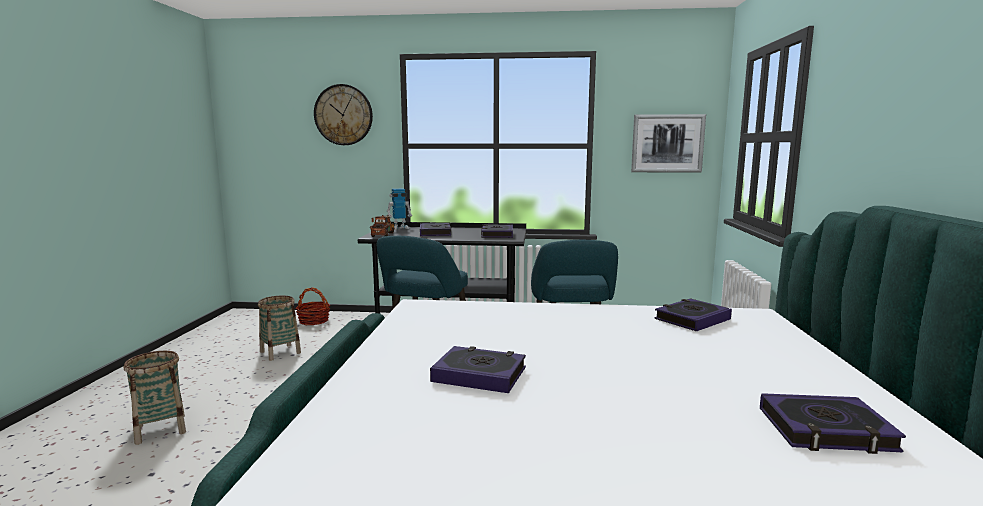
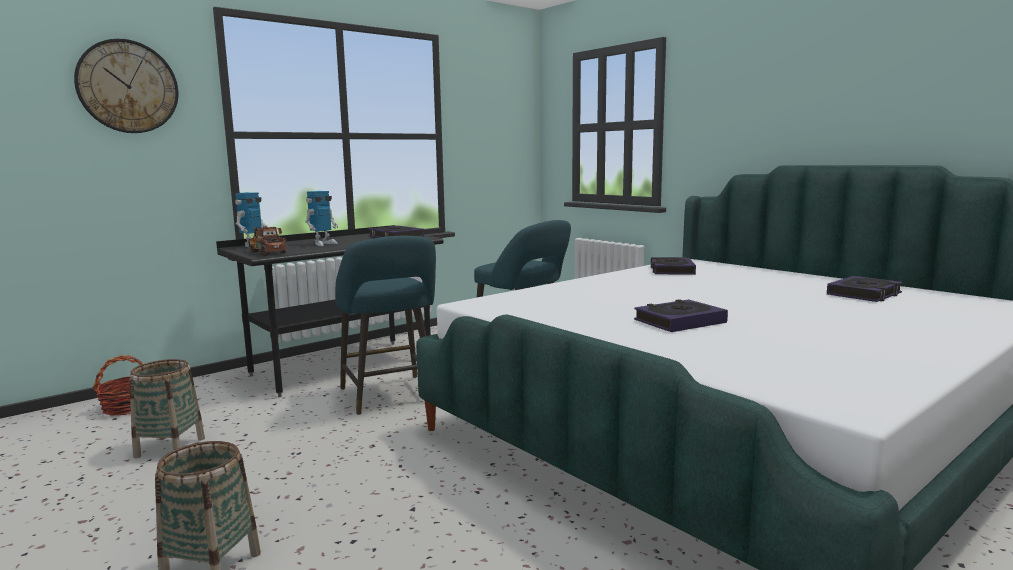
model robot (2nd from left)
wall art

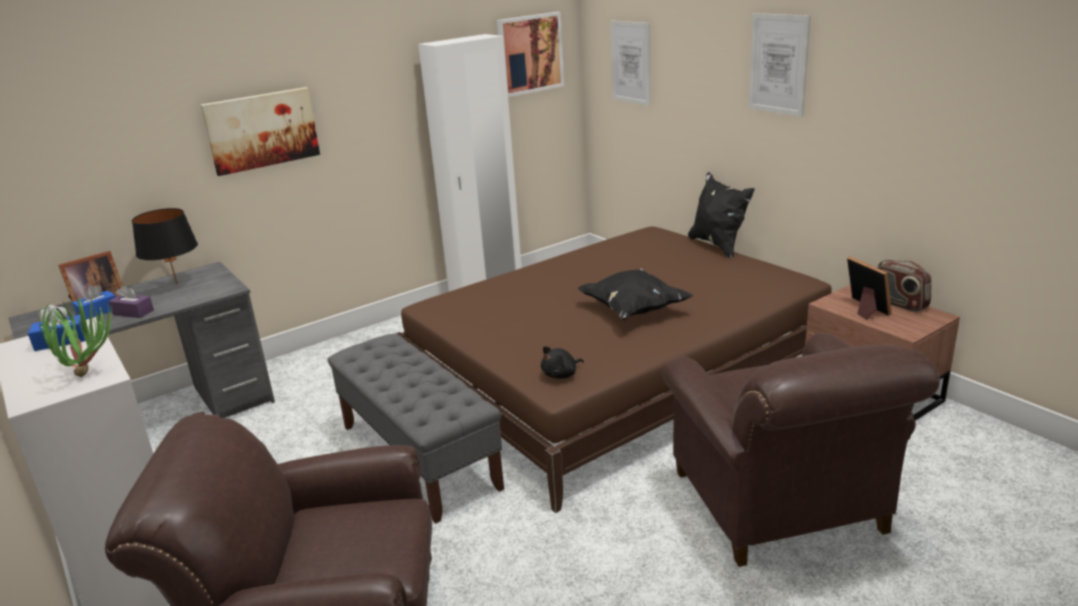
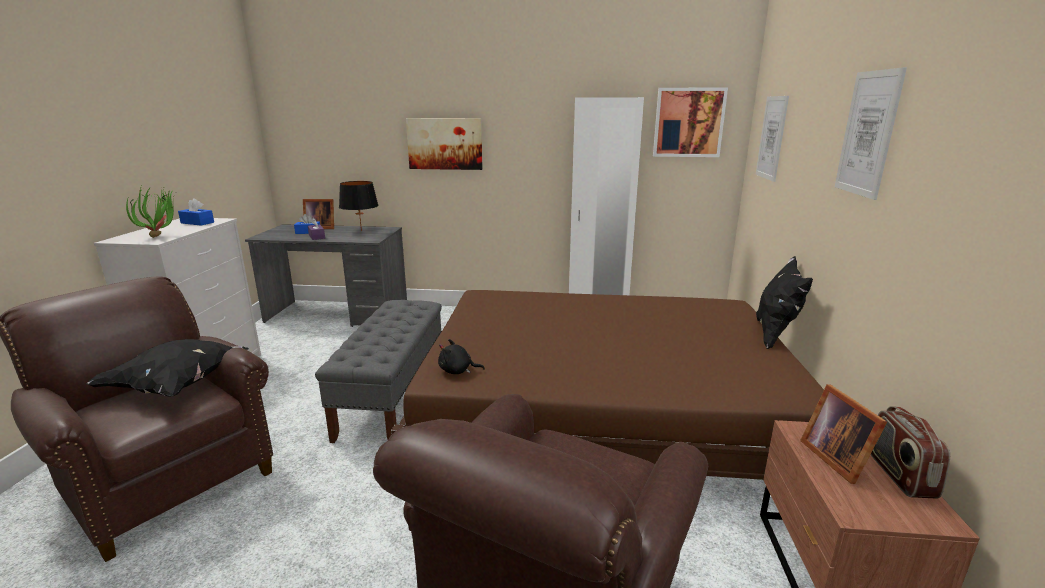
blackish cushion (1st from left)
picture frame (2nd from left)

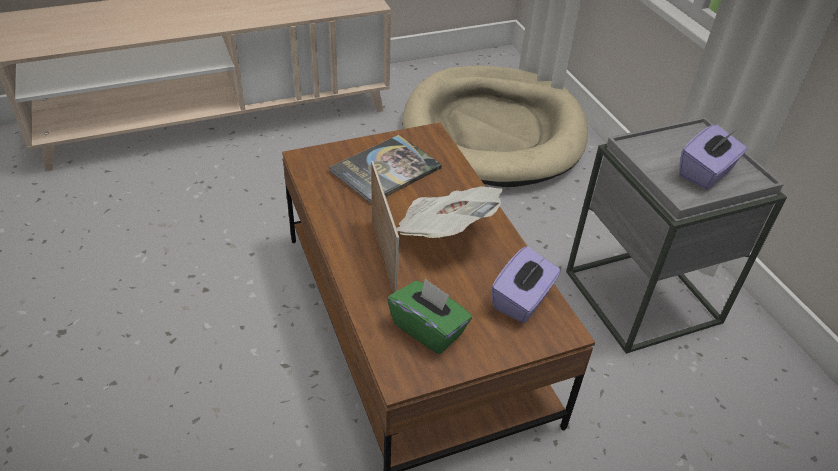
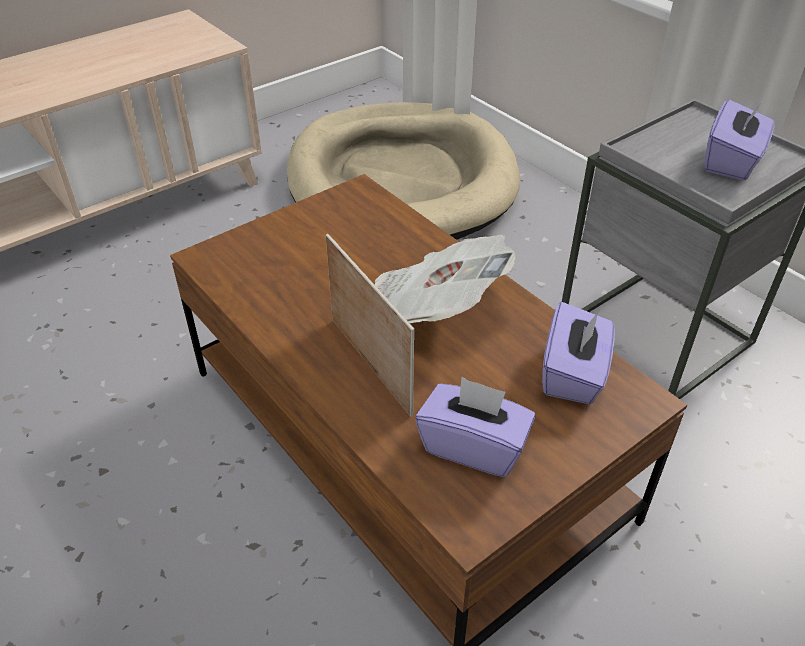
purple tissue holder (1st from left)
bound book

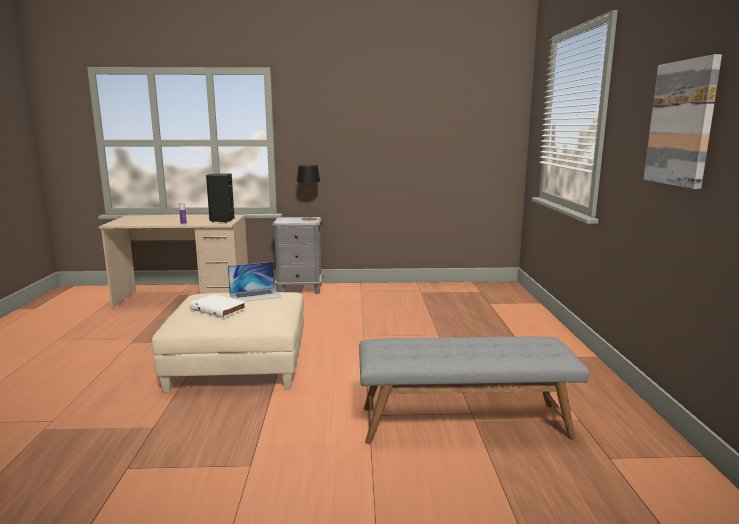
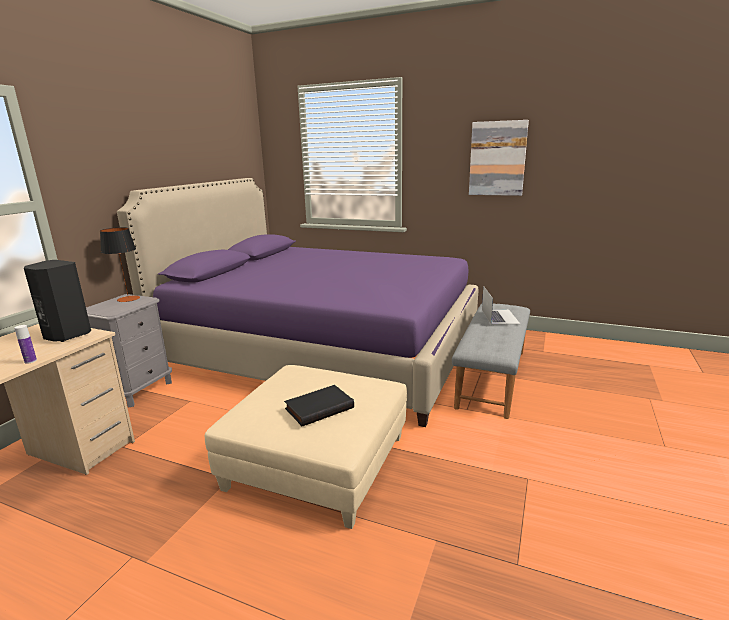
purple bedroom bed
blackish bound book
portable computer

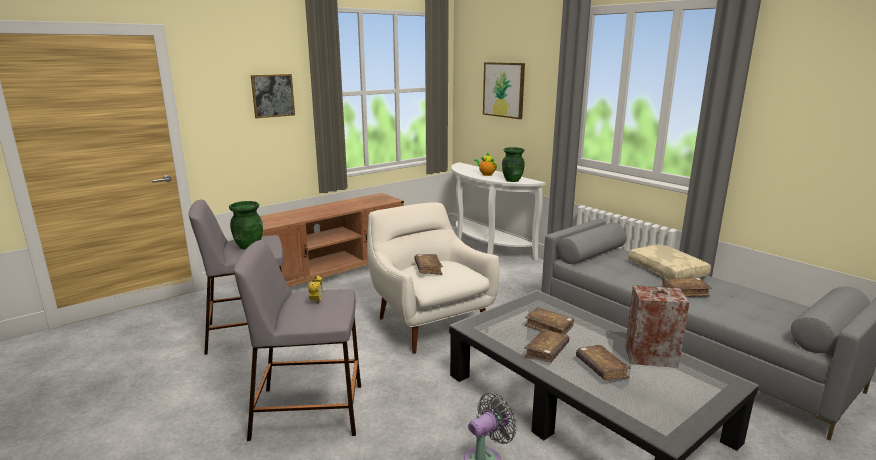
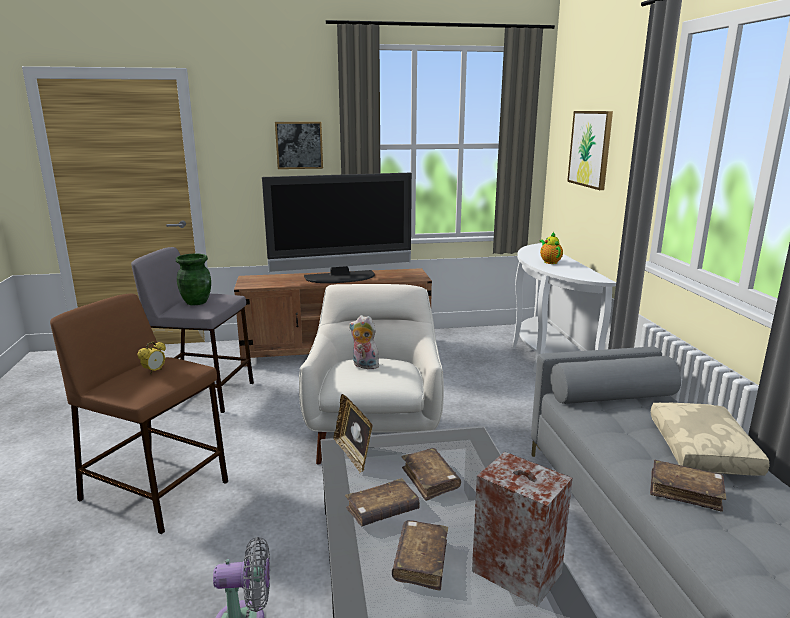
brown-coloured sitting stool
television
picture frame
cuddly toy
green vase (2nd from left in the first image)

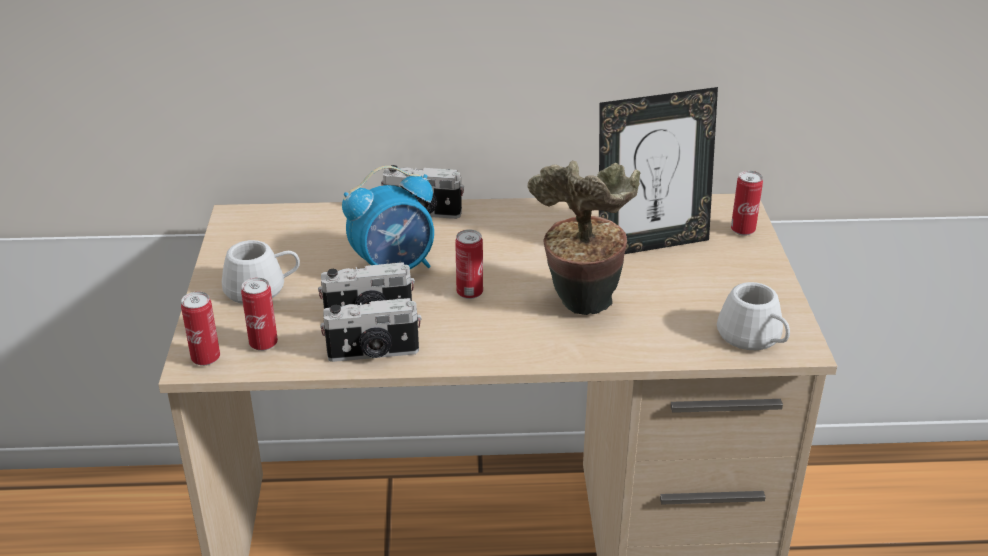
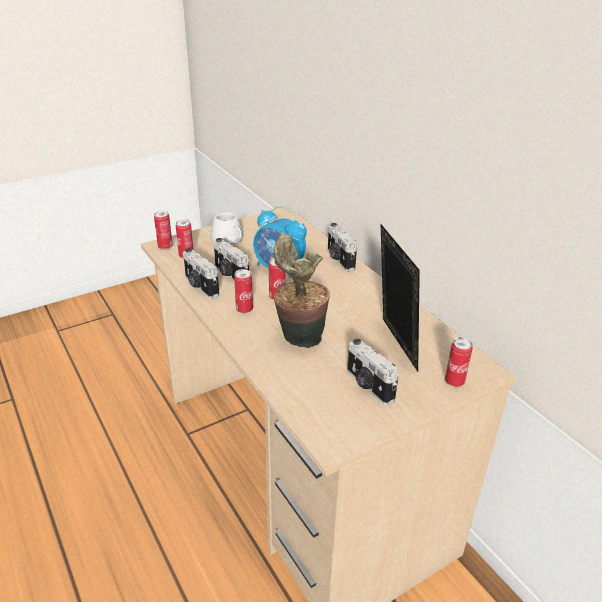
metal can (3rd from left)
still camera (4th from left)
picture frame
white-coloured coffee mug (2nd from left in the first image)

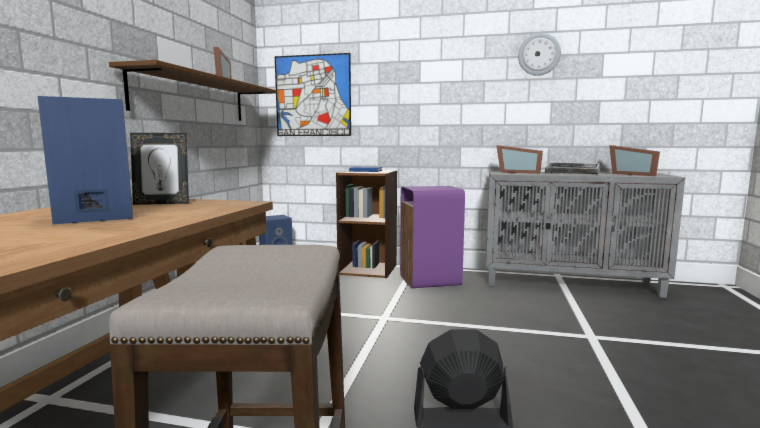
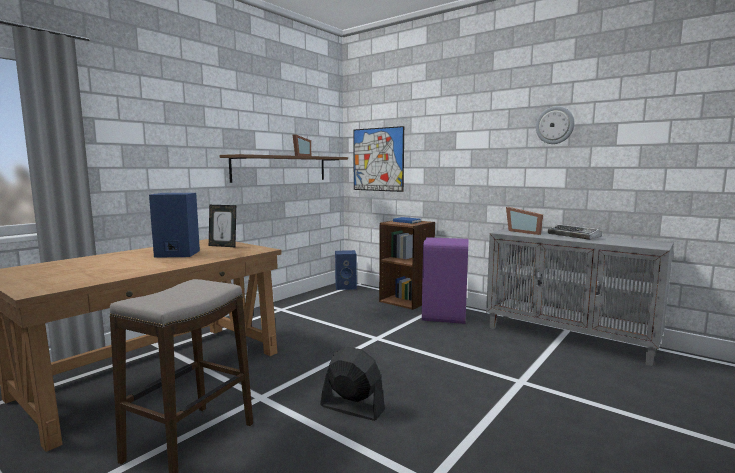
picture frame (4th from left in the first image)

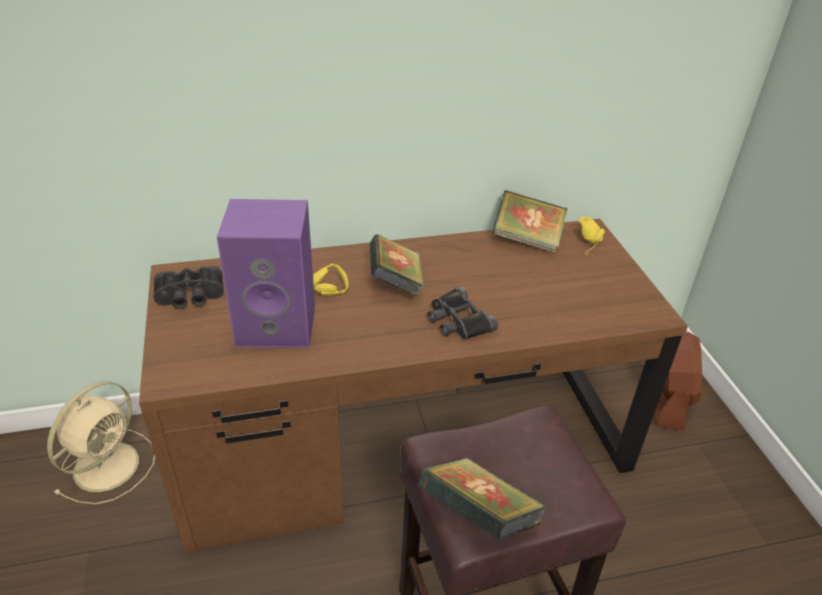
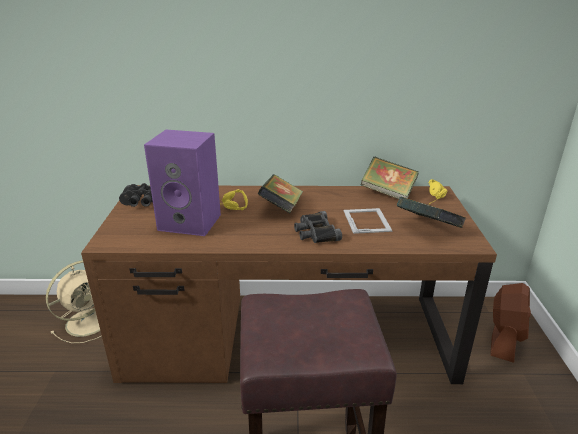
picture frame
bound book (3rd from left)

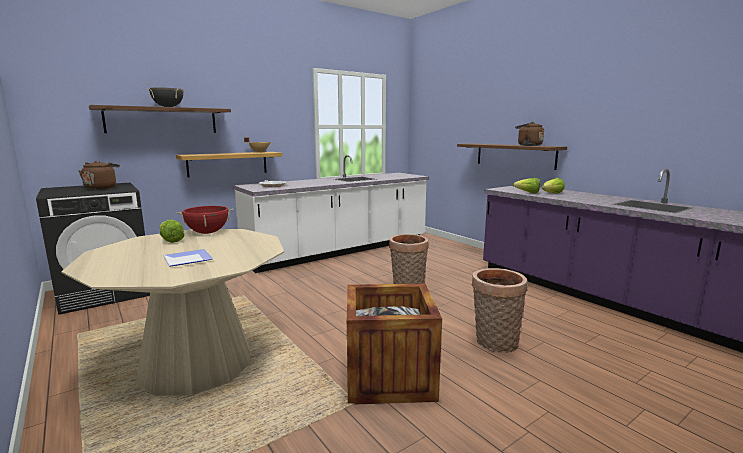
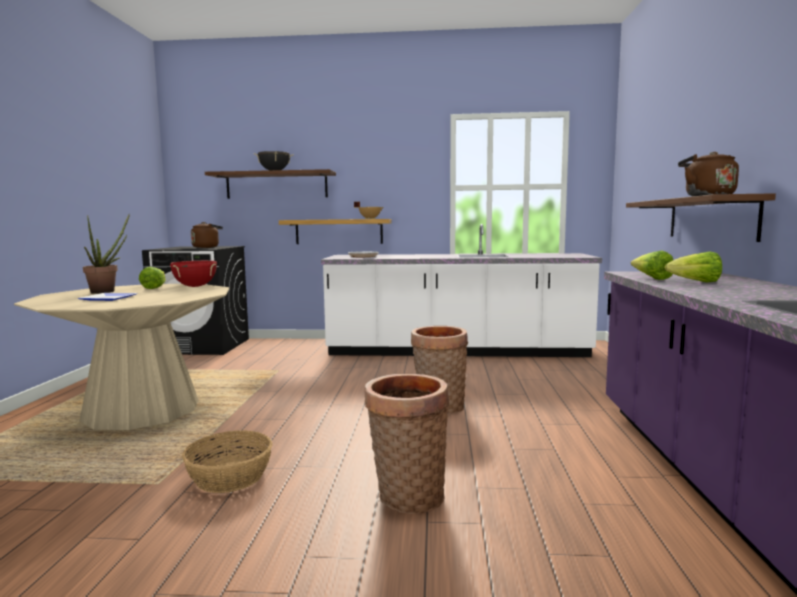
potted plant
basket (1st from left)

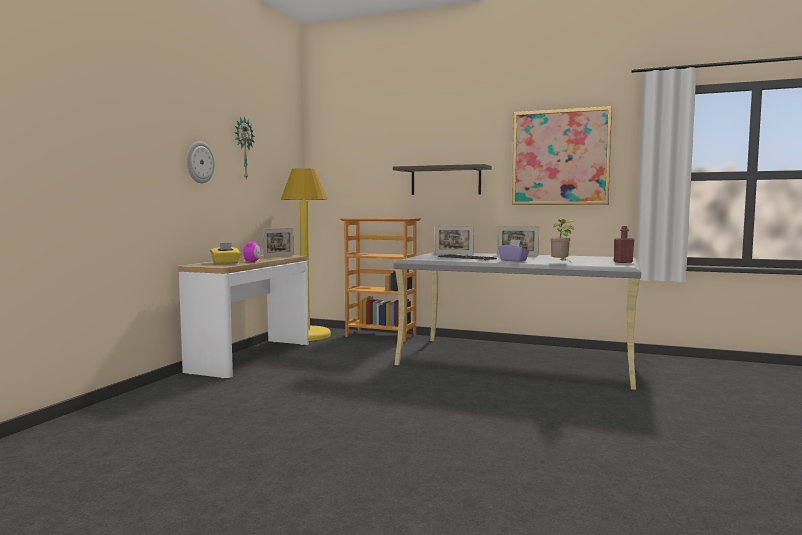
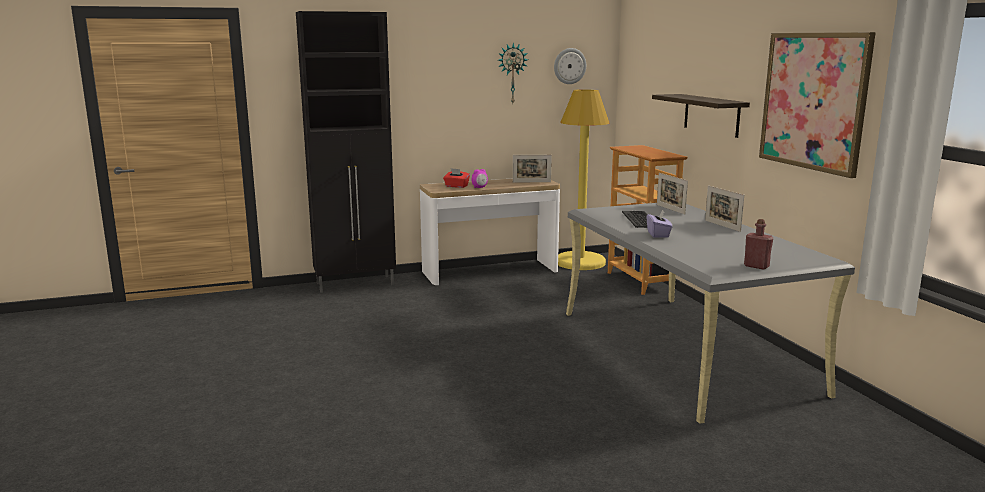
blackish cupboard
reddish tissue holder
wall clock (2nd from left)
potted plant

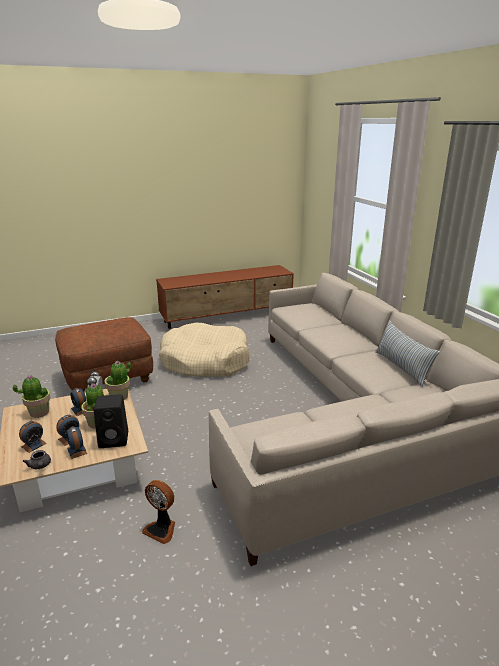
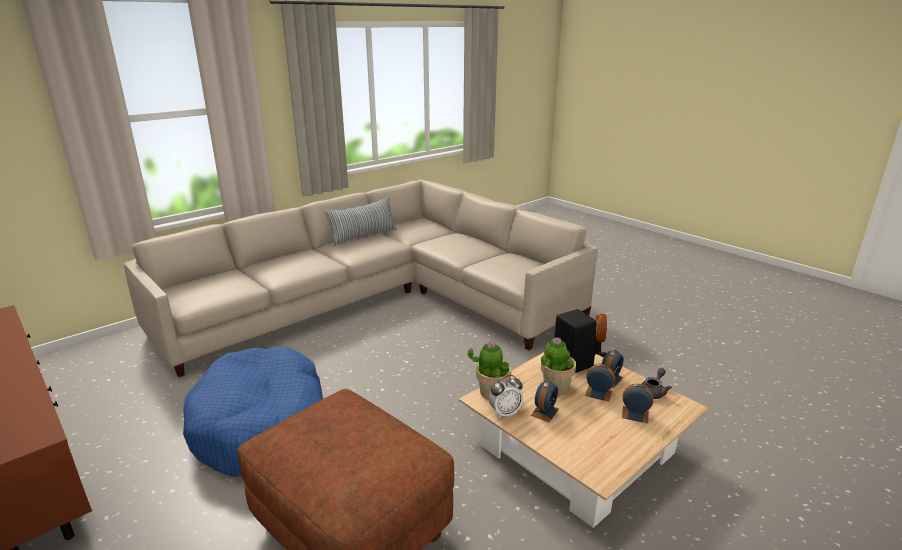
blue-coloured pet bed
potted plant (1st from left in the first image)

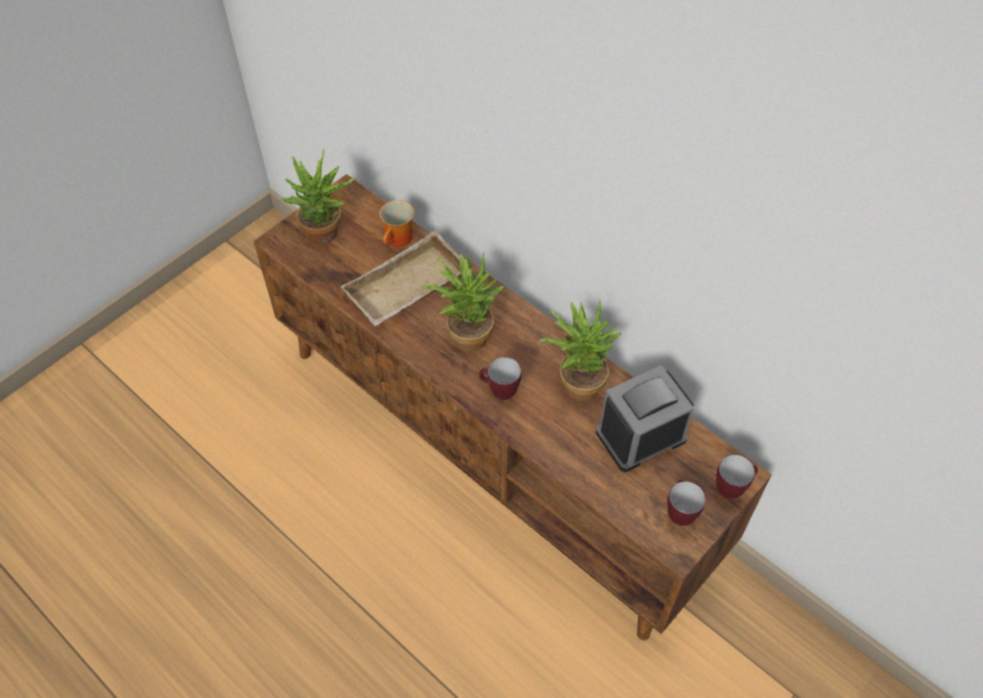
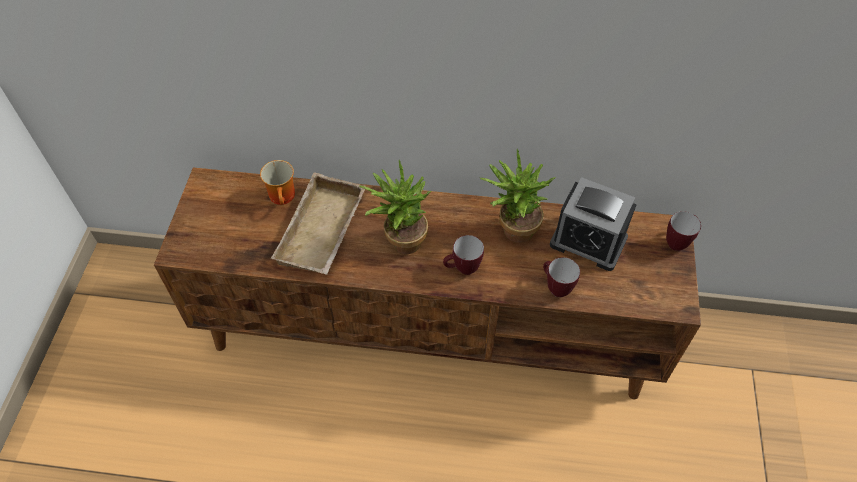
coffee mug (3rd from left)
table clock
potted plant (1st from left in the first image)

